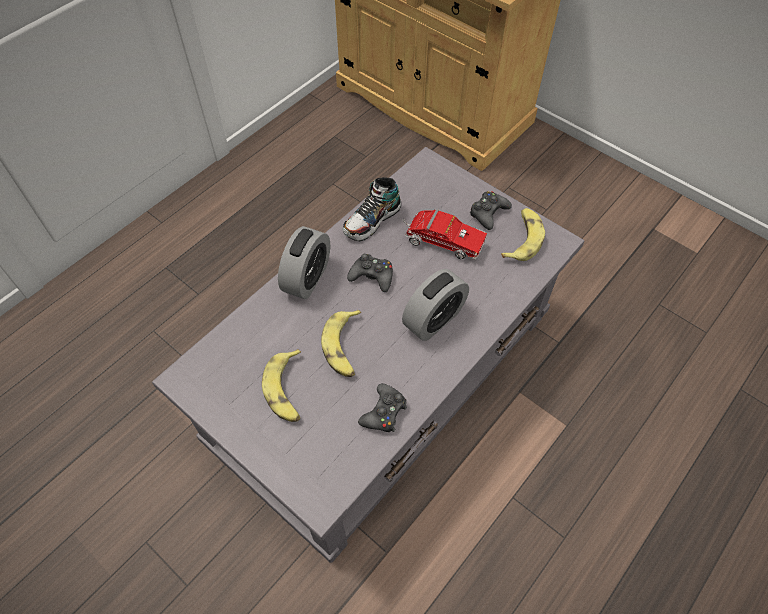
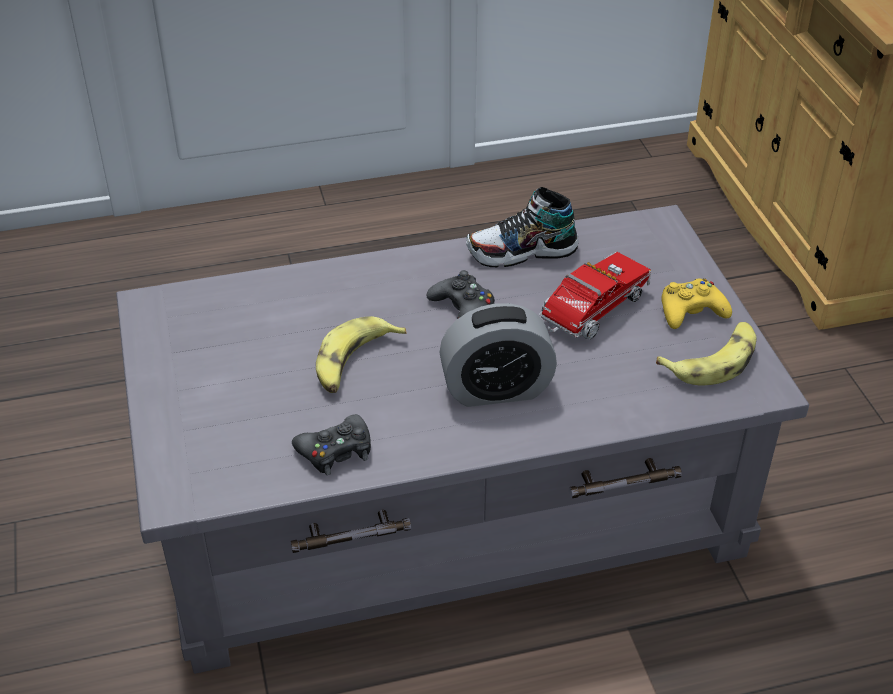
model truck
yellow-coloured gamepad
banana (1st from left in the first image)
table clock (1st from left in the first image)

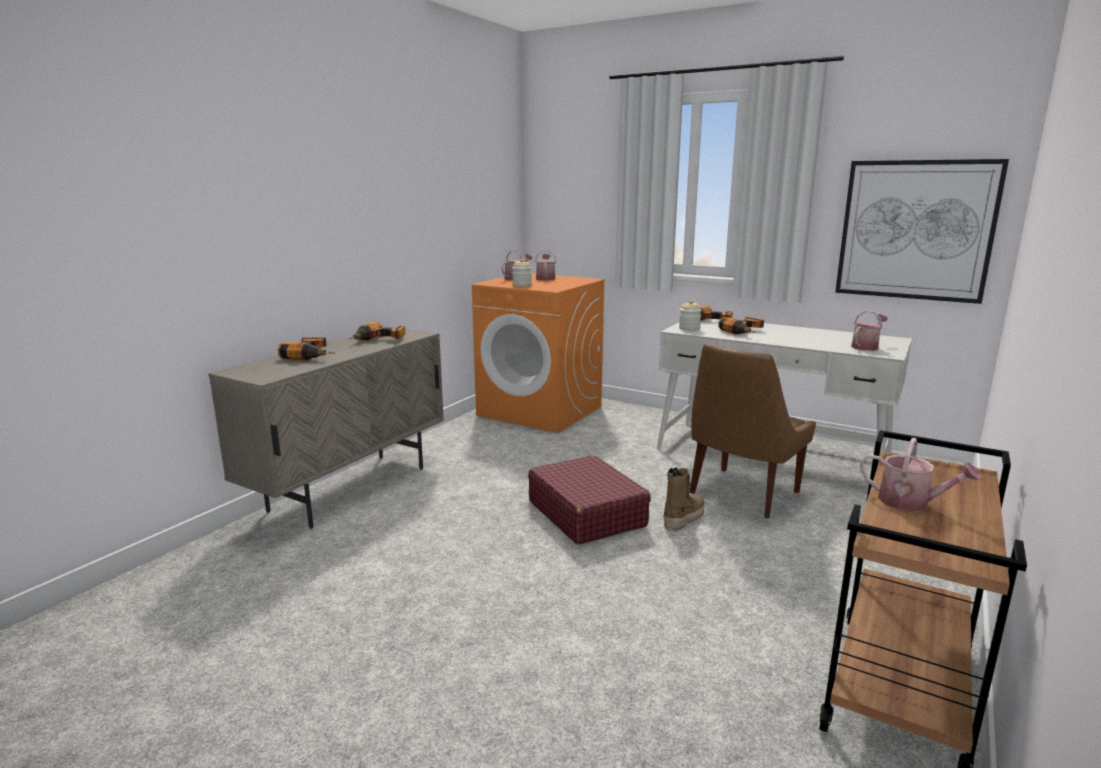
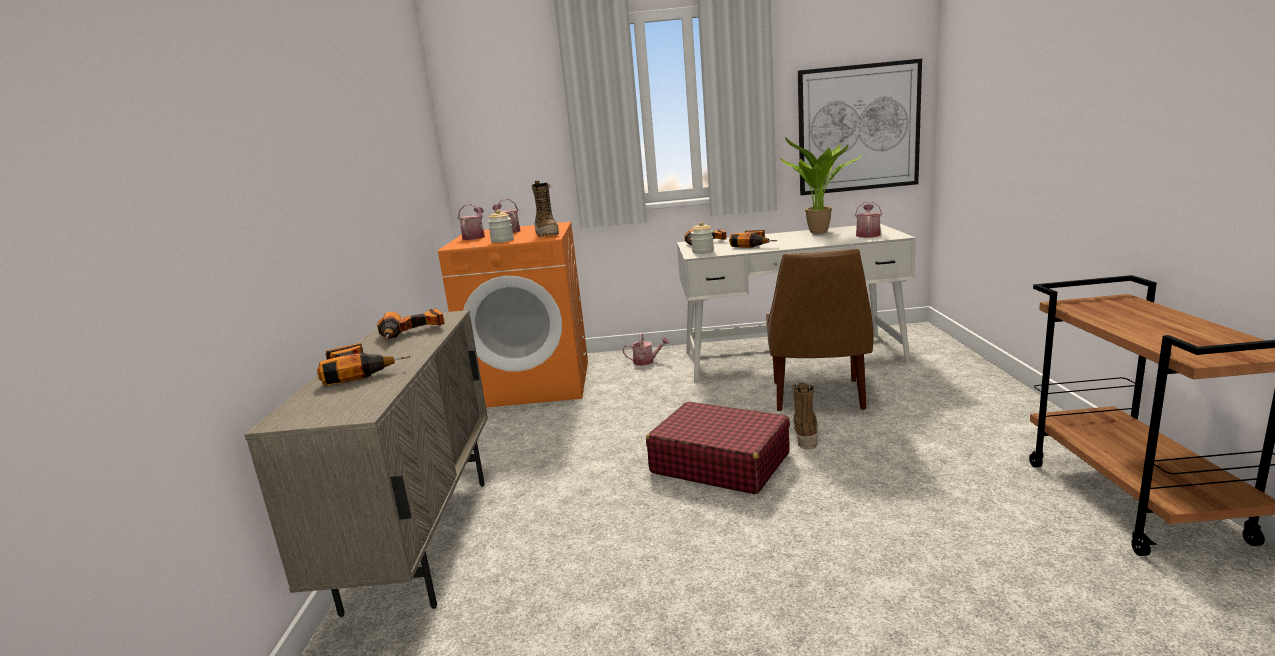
high-top boot (1st from left)
watering pot (3rd from left)
potted plant

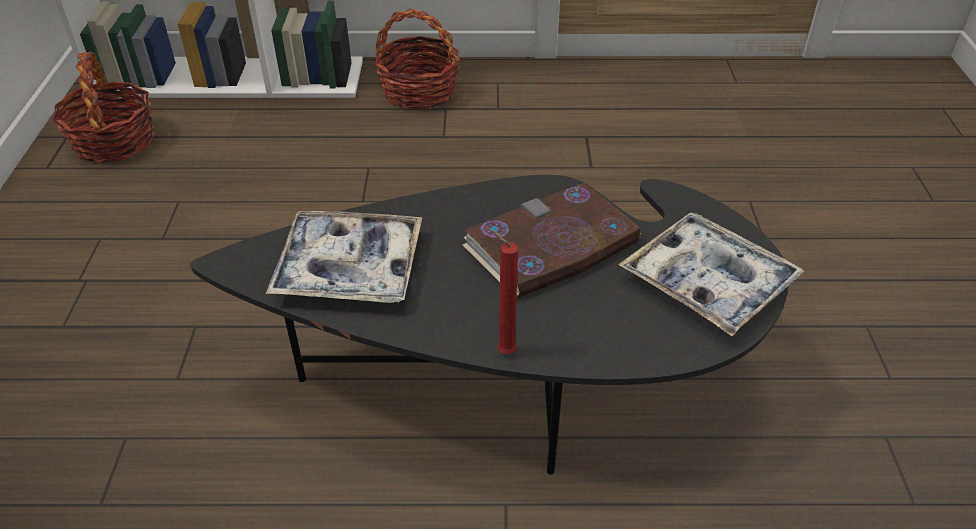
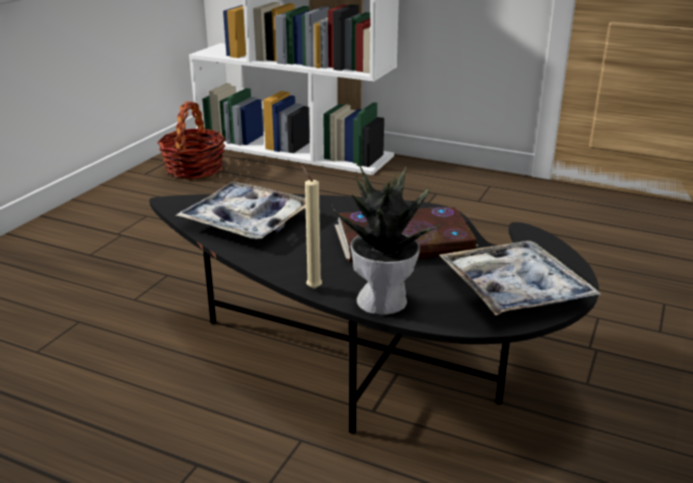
sand-coloured candle
potted plant
basket (2nd from left in the first image)

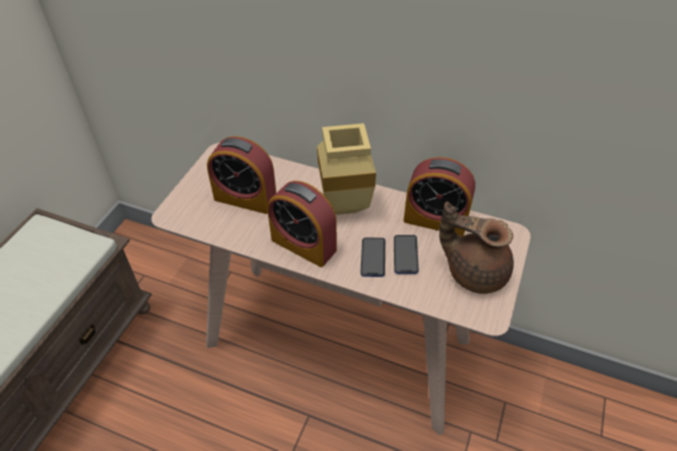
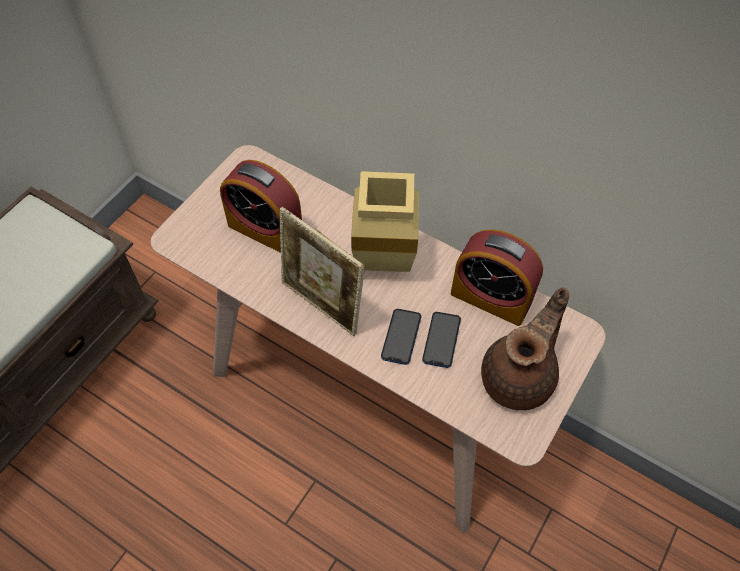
picture frame
brown-coloured teapot

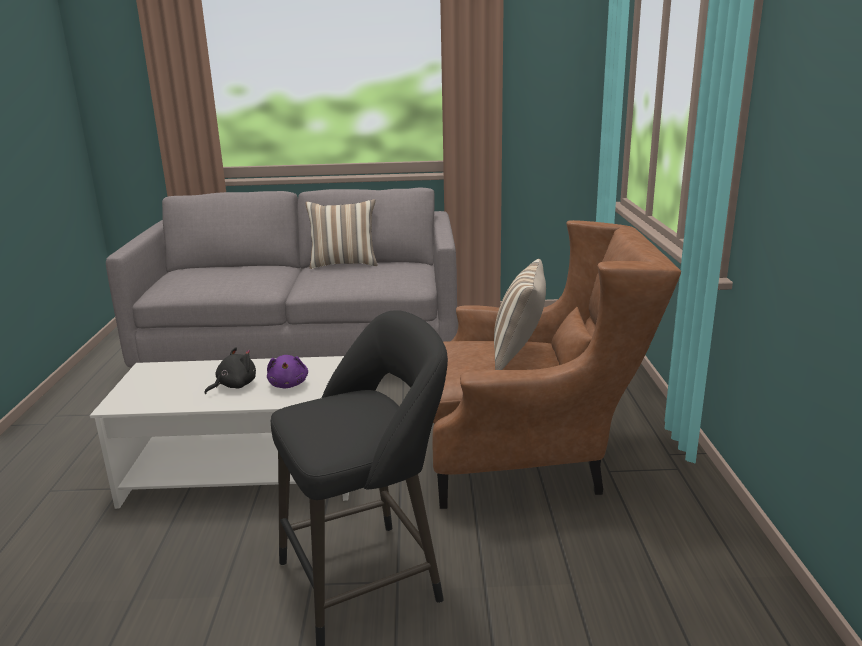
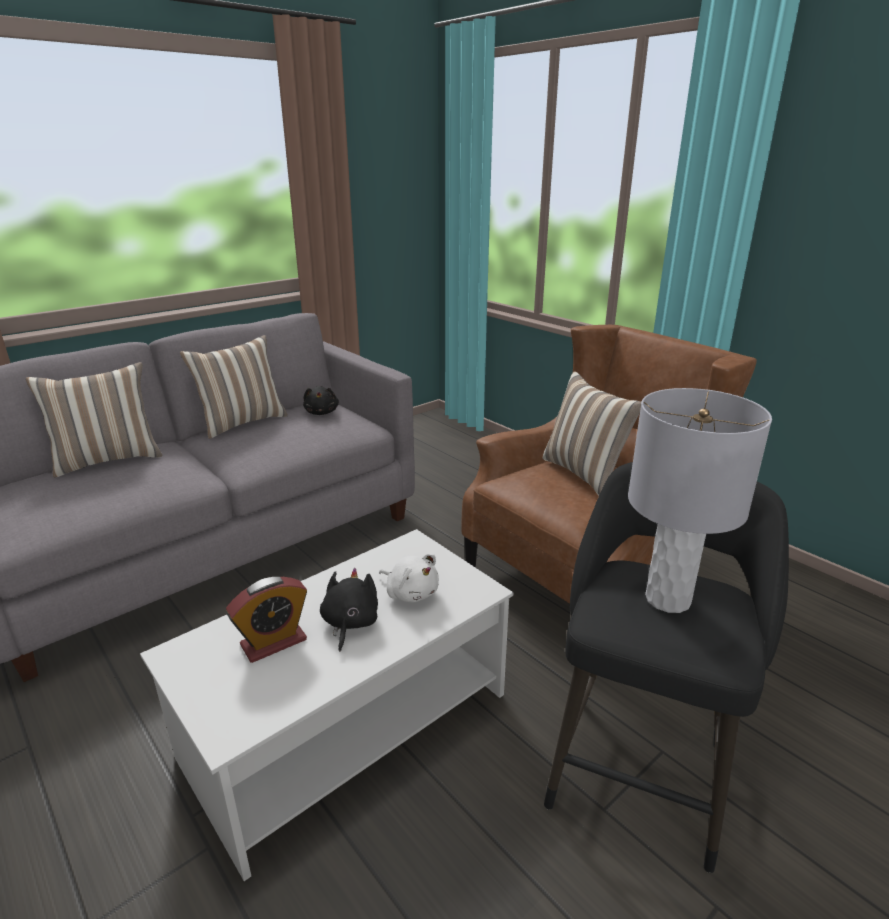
cushion (1st from left)
table clock
blackish cuddly toy (1st from left)
white-coloured cuddly toy
grey tabletop lamp

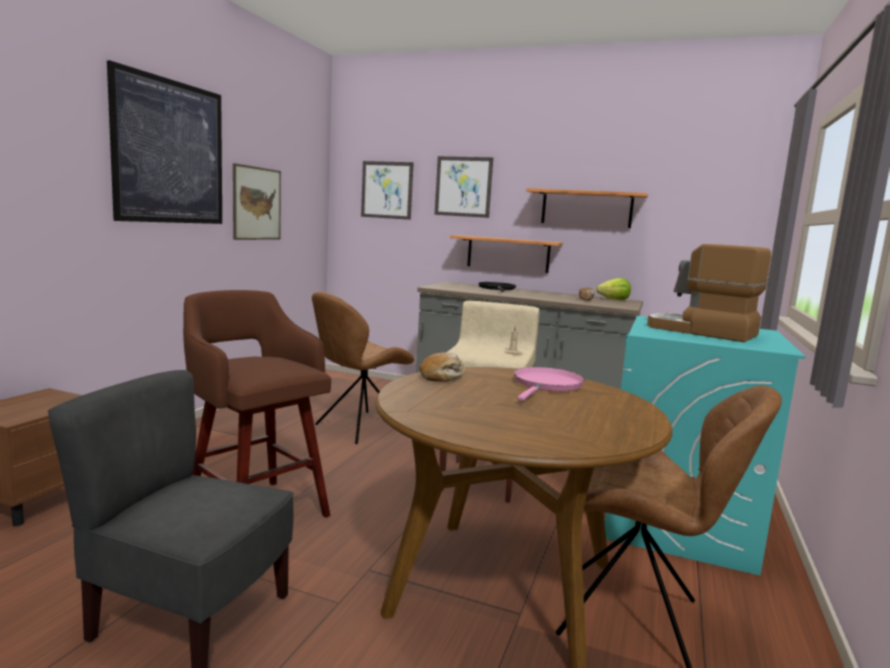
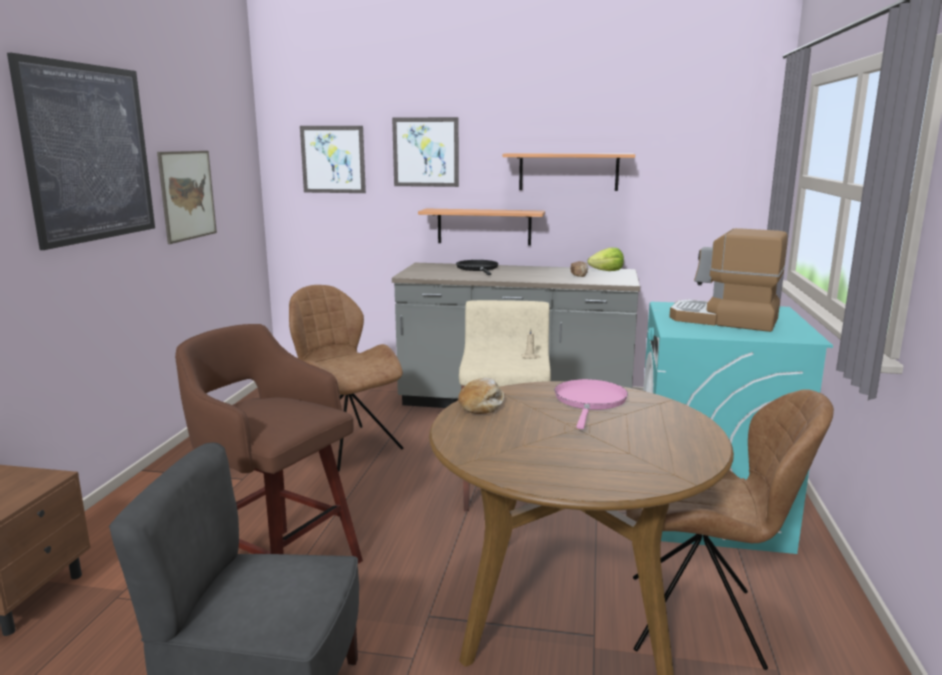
brown-coloured upright chair (1st from left)

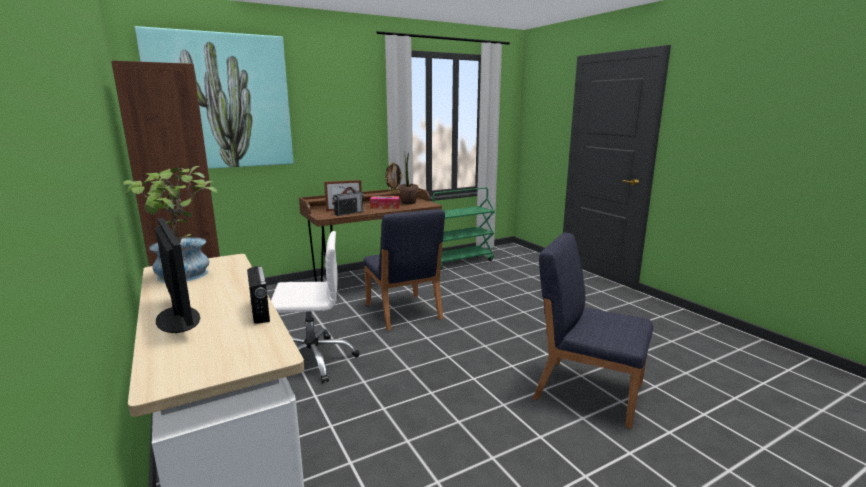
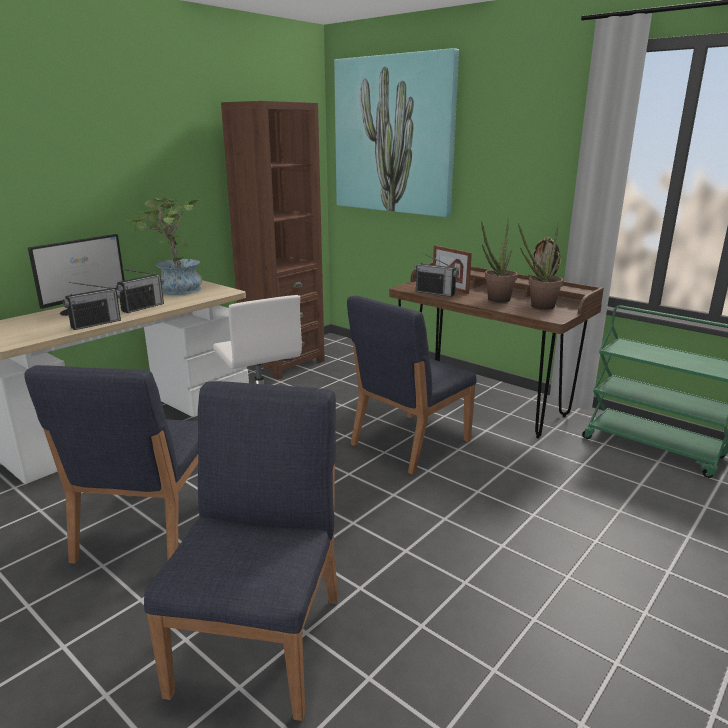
blue-coloured upright chair (1st from left)
radio (2nd from left)
potted plant (2nd from left)

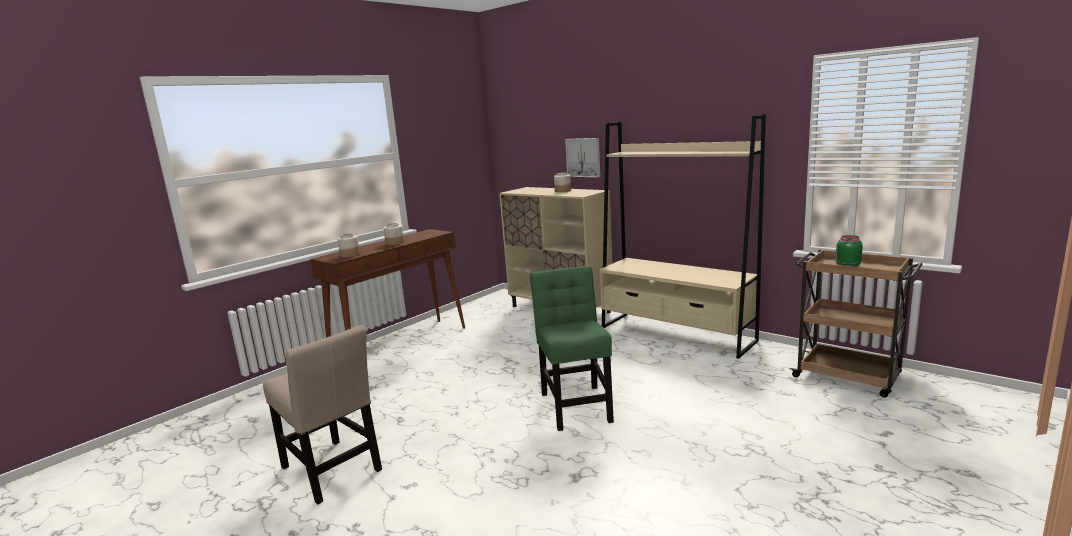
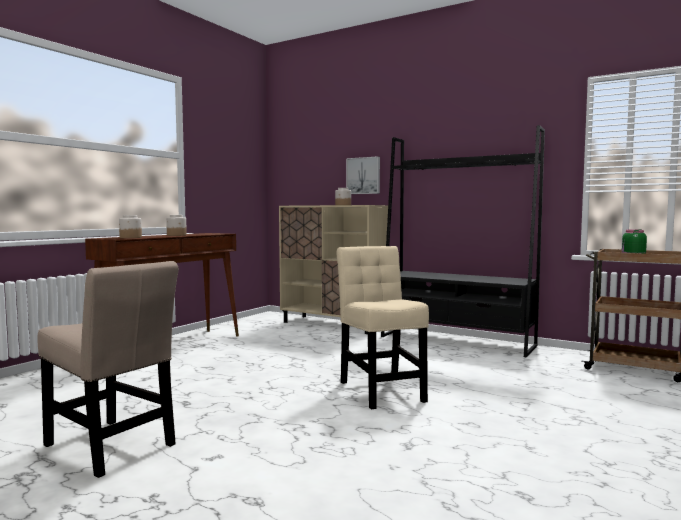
sand-coloured upright chair (2nd from left)
blackish shelving unit

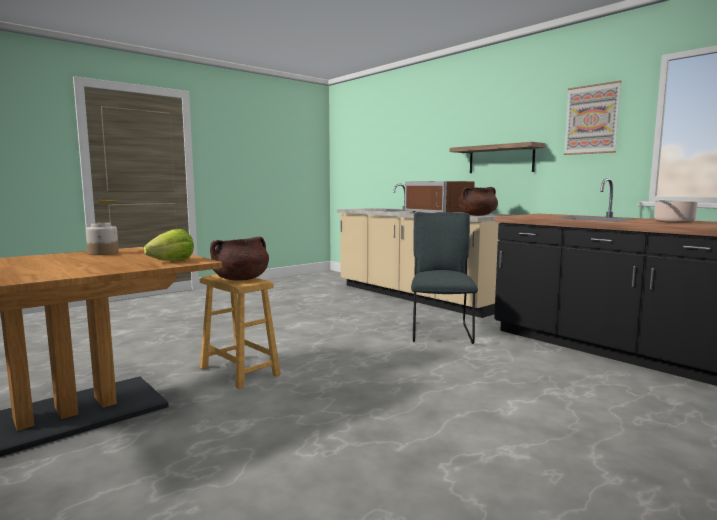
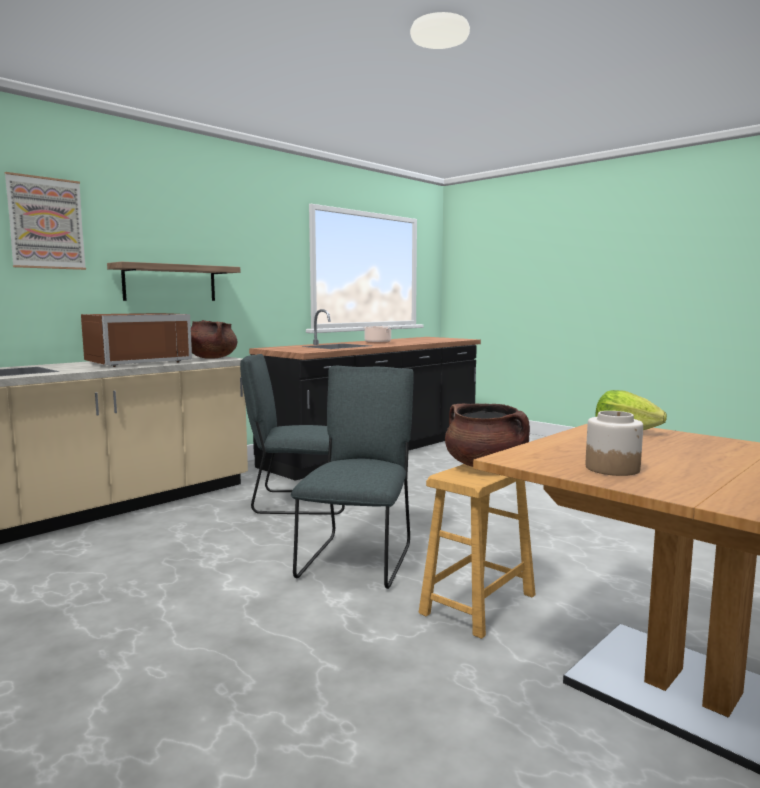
wall art
grey upright chair (2nd from left)

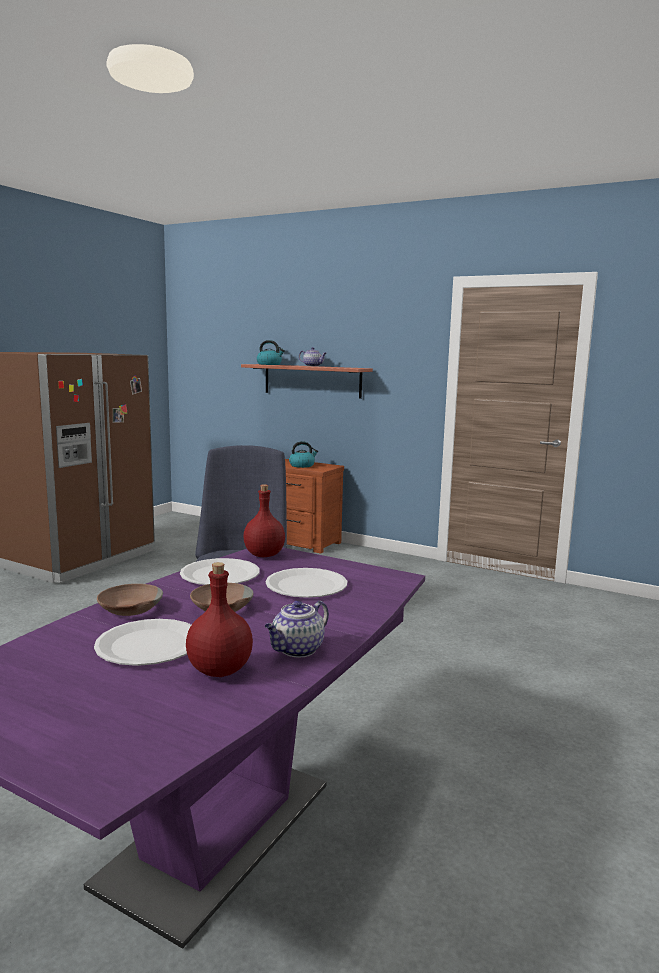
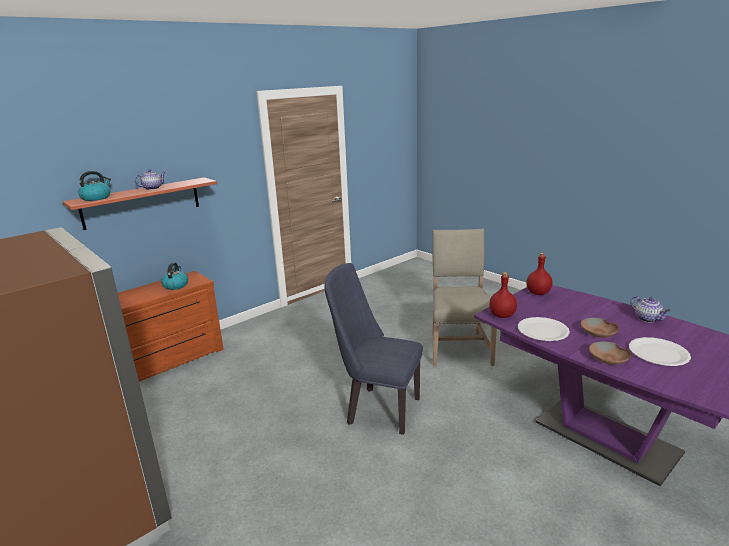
sand-coloured upright chair
reddish beverage bottle (2nd from left)
white-coloured plate (3rd from left in the first image)

